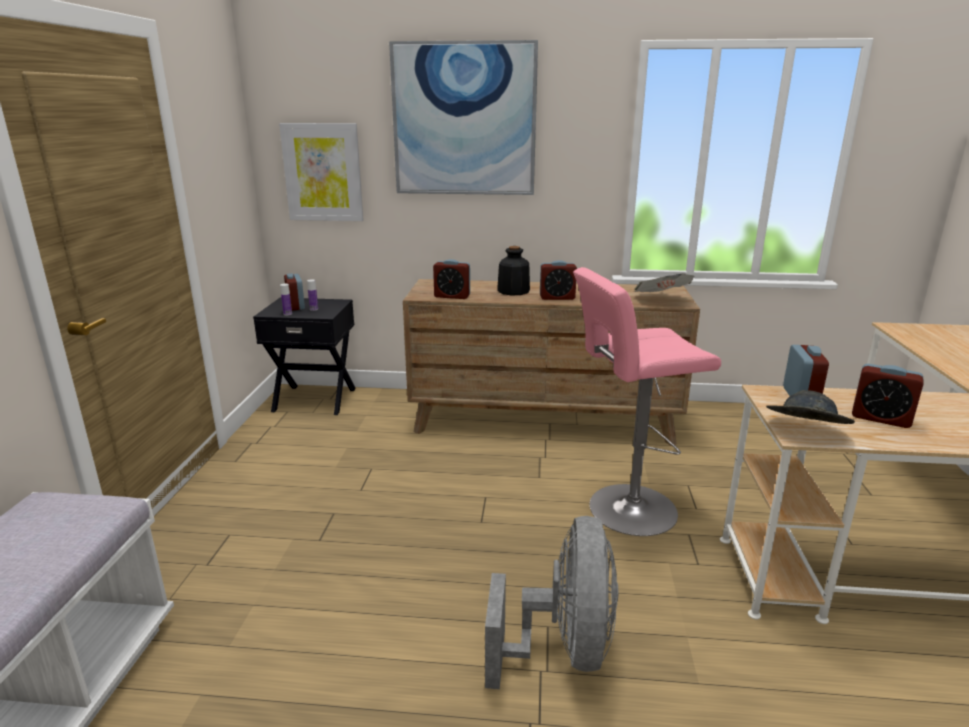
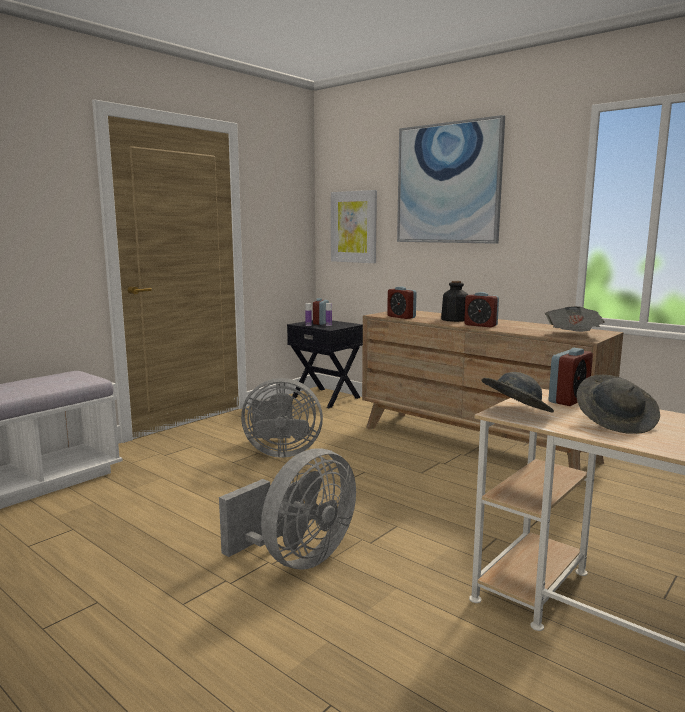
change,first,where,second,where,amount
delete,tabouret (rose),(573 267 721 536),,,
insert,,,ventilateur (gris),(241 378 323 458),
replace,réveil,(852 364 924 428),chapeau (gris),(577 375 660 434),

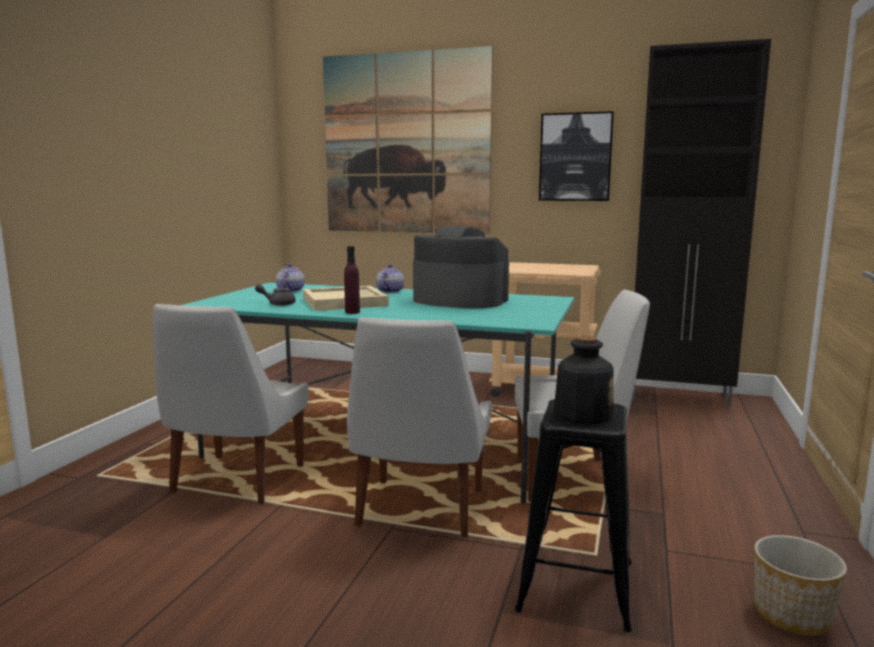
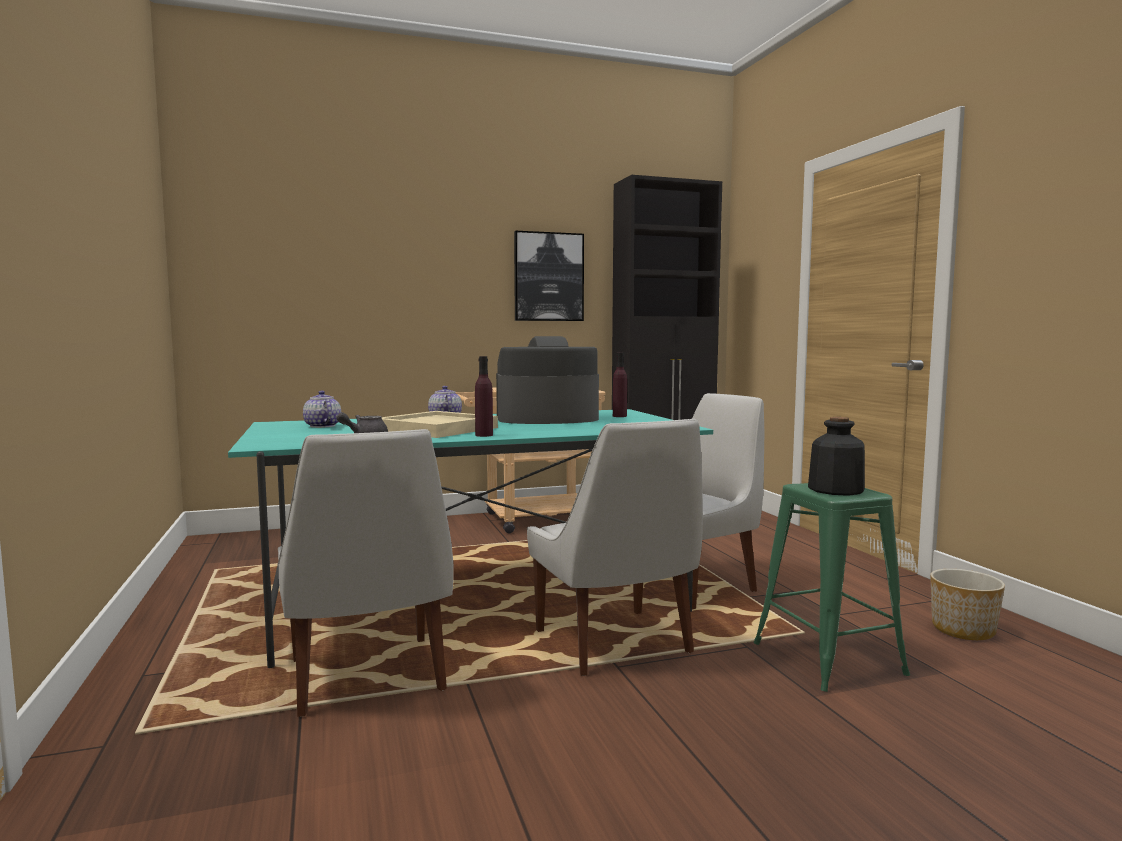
change,first,where,second,where,amount
delete,tableau,(323 46 493 234),,,
insert,,,bouteille (violet),(613 352 627 417),
recolor,tabouret (noir),(515 399 632 632),tabouret (vert),(754 483 910 692),

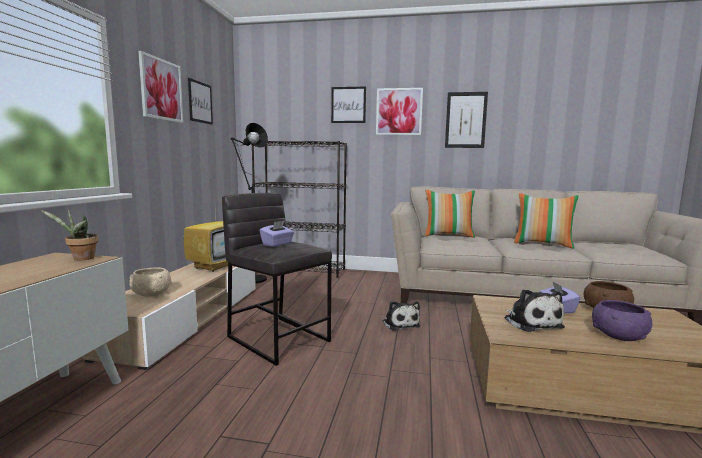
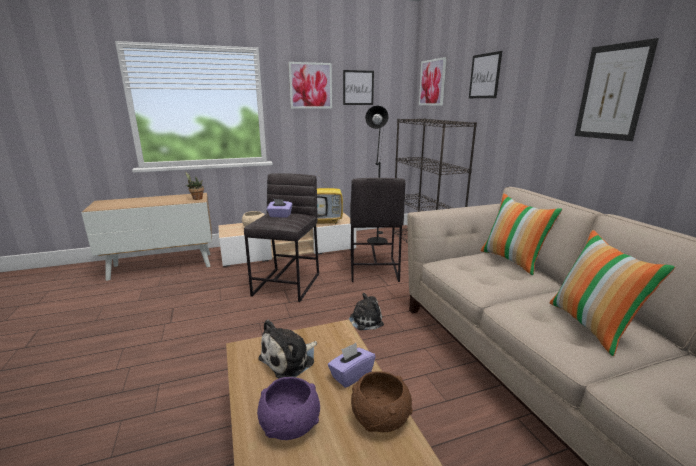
change,first,where,second,where,amount
insert,,,tabouret (gris),(350 178 405 282),
move,tableau,(376 88 423 135),,(419 57 447 106),
rotate,peluche,(383 301 420 331),,(348 293 384 330),150 degrees counterclockwise

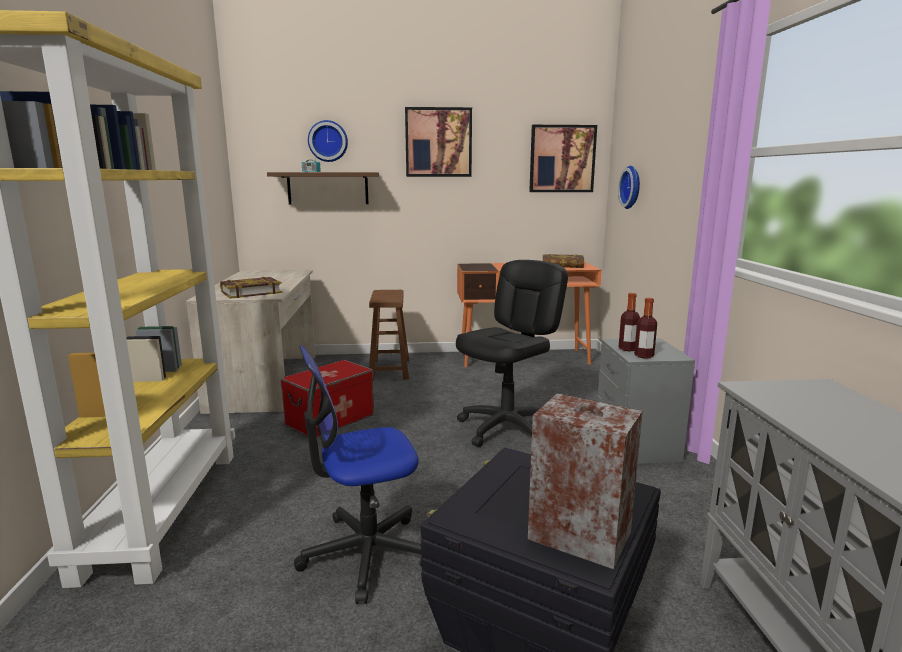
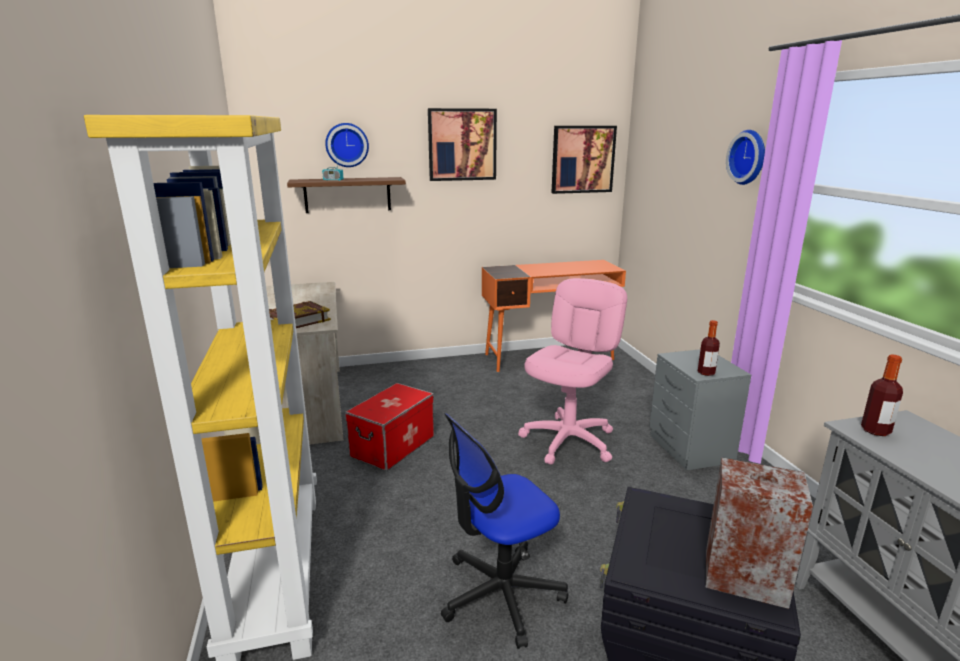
change,first,where,second,where,amount
delete,tabouret (marron),(369 290 409 380),,,
delete,livre,(543 254 584 268),,,
move,horloge murale,(618 166 640 209),,(726 130 765 185),
move,bouteille,(618 293 640 351),,(861 354 903 436),
recolor,chaise de bureau (noir),(456 260 568 447),chaise de bureau (rose),(518 278 627 465),

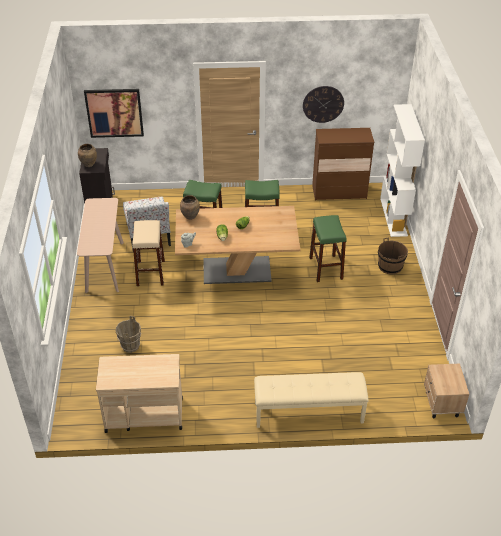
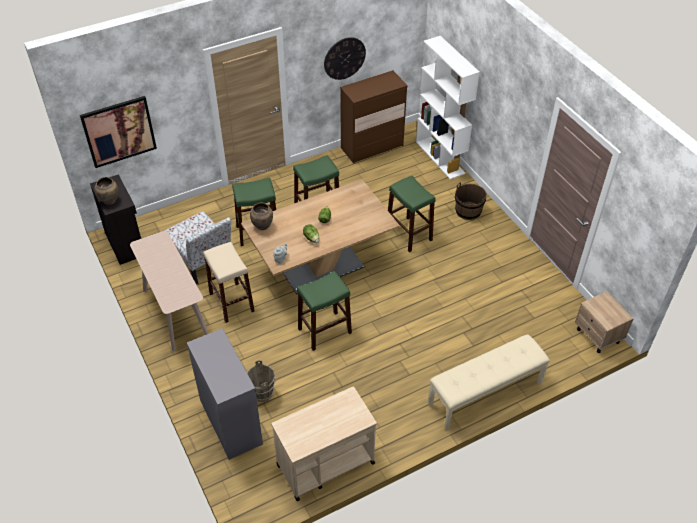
change,first,where,second,where,amount
insert,,,commode (gris),(187 328 263 460),
insert,,,tabouret (vert),(297 271 352 351),

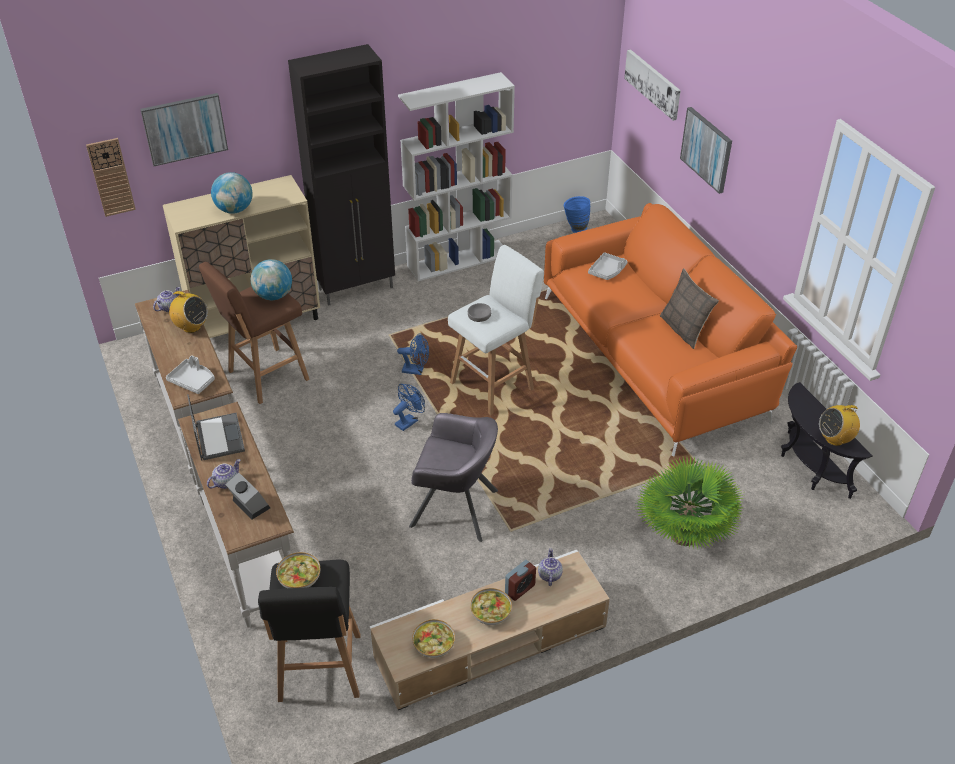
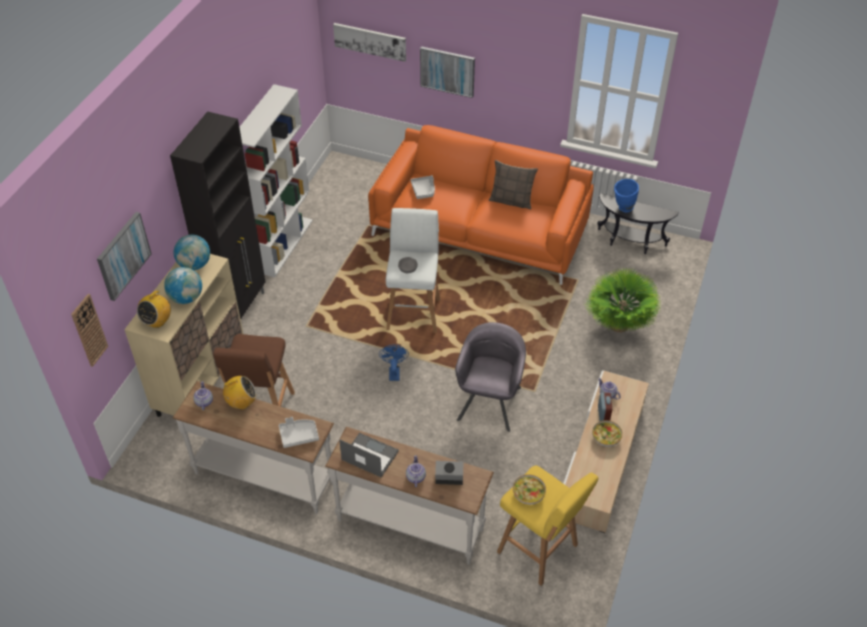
change,first,where,second,where,amount
delete,ventilateur (bleu),(397 333 429 375),,,
delete,bol,(412 619 455 658),,,
move,globe,(251 259 292 300),,(174 234 210 270),
move,vase (bleu),(564 196 590 233),,(614 179 639 212),
move,radio,(819 402 860 446),,(137 289 171 328),
recolor,tabouret (noir),(258 560 361 702),tabouret (jaune),(497 465 598 586),
rotate,fauteuil (gris),(409 413 498 542),,(455 322 526 432),45 degrees counterclockwise

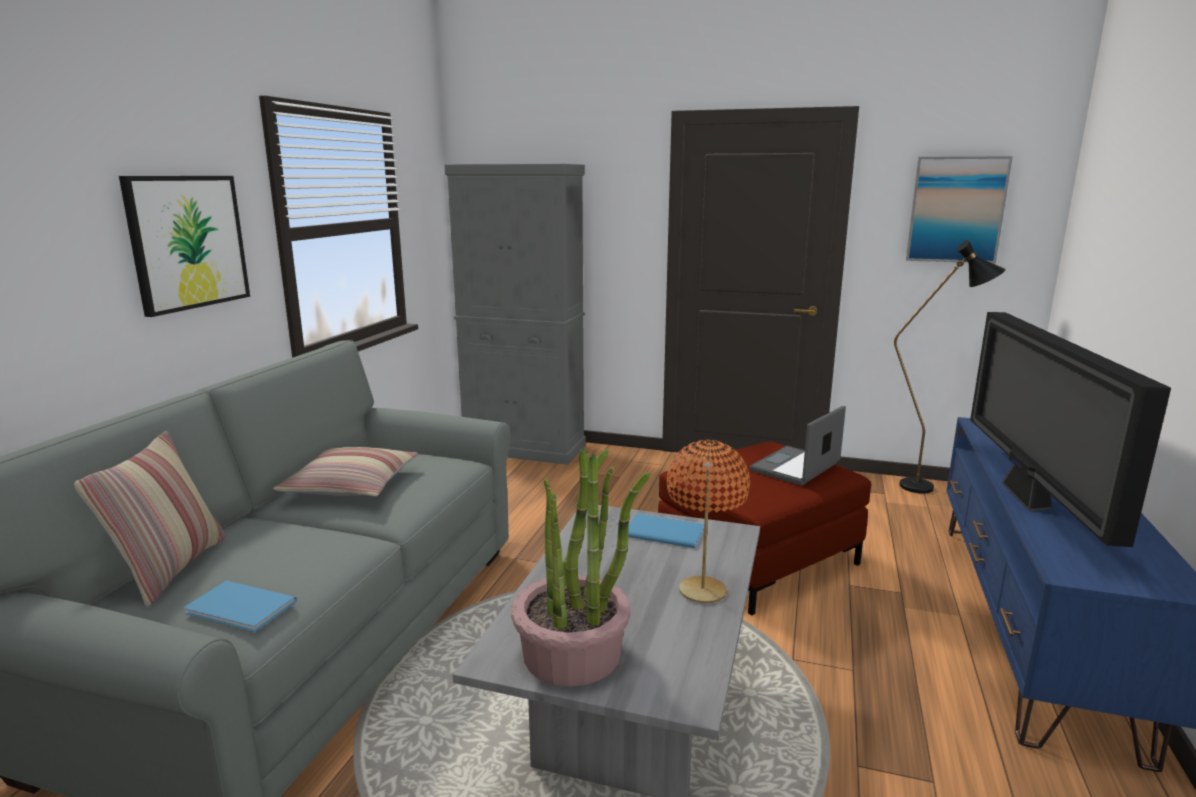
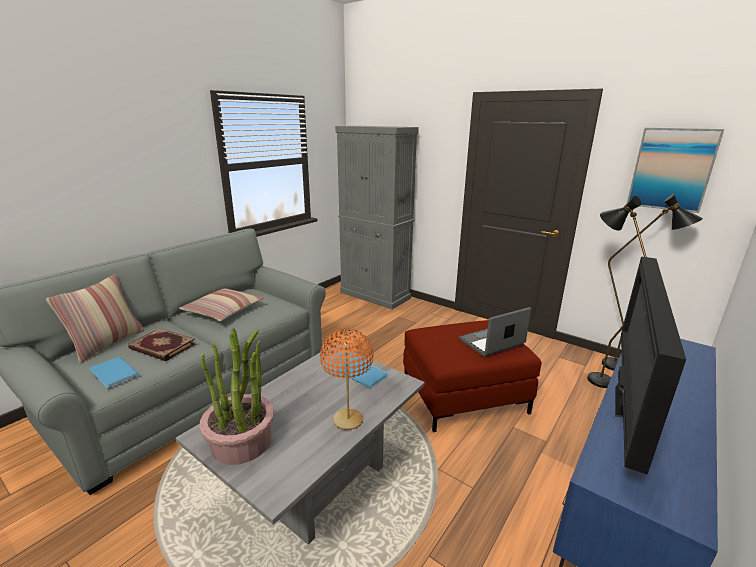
change,first,where,second,where,amount
delete,tableau,(119 176 250 317),,,
insert,,,livre,(128 328 196 361),
insert,,,lampadaire (noir),(587 196 647 388),

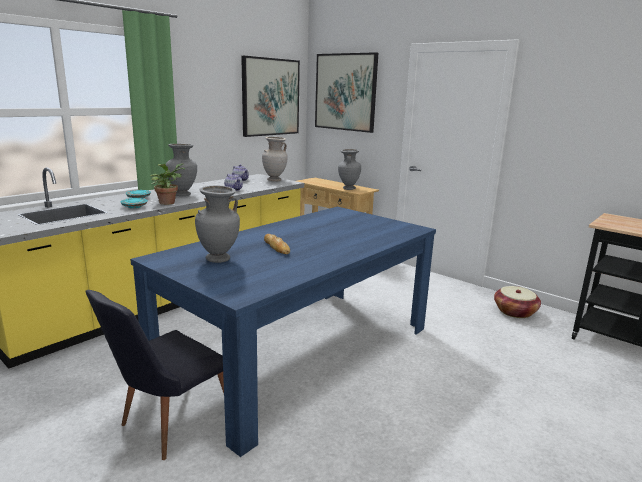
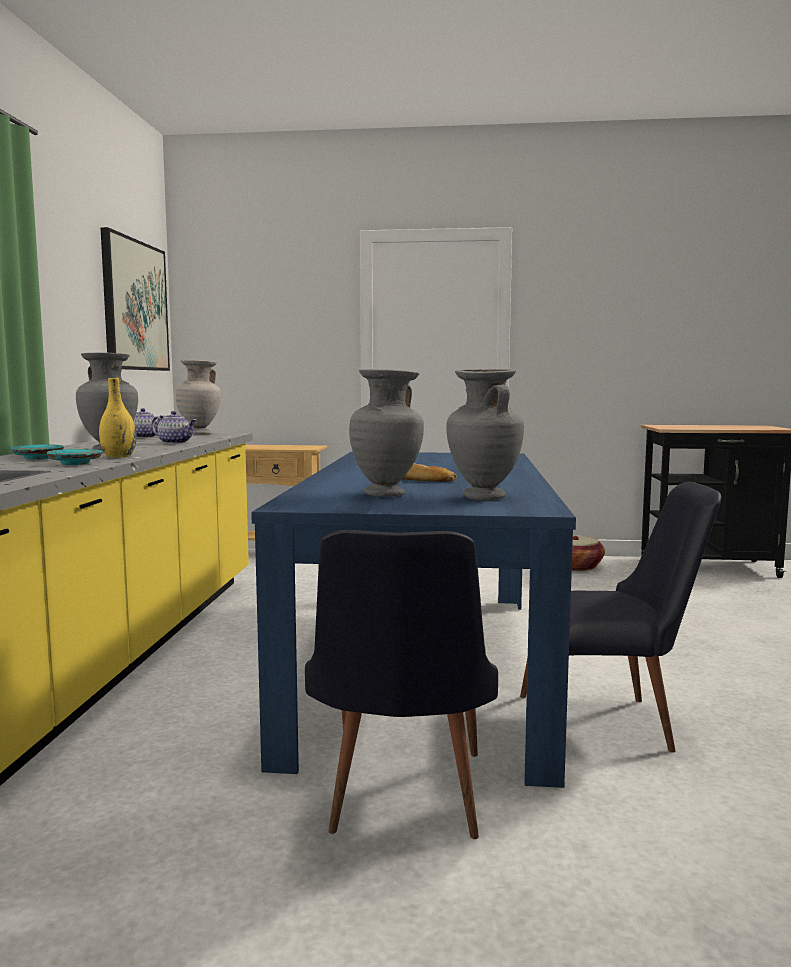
change,first,where,second,where,amount
delete,tableau,(315 52 378 133),,,
insert,,,chaise (noir),(520 482 721 752),
move,vase (gris),(338 149 361 190),,(446 369 524 501),
replace,plante en pot,(150 163 185 205),vase (jaune),(99 378 137 458),

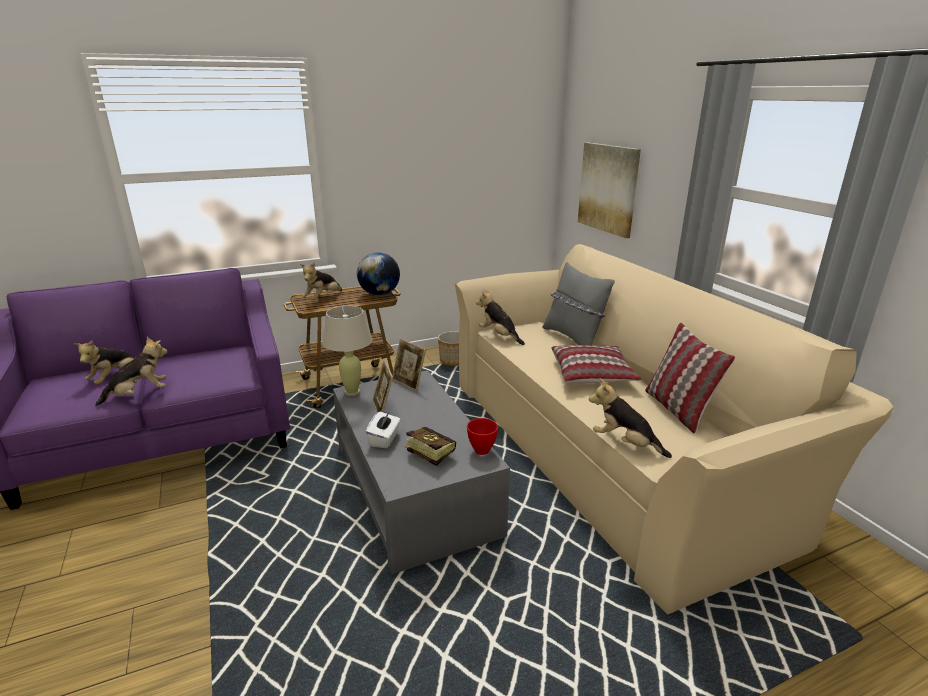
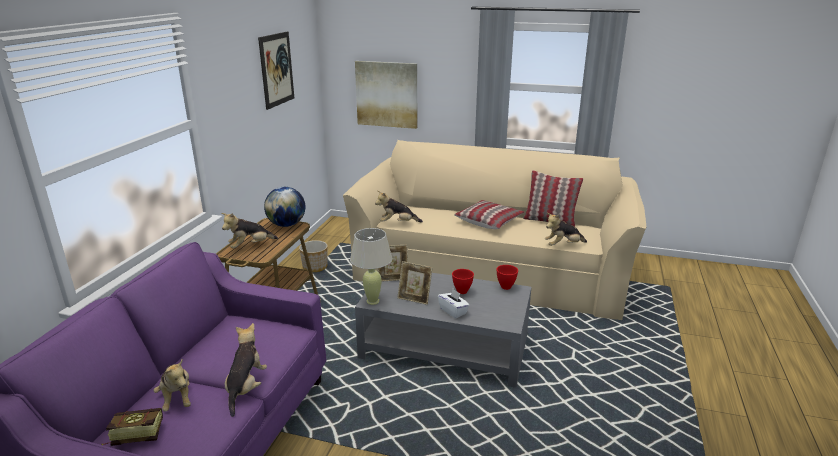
change,first,where,second,where,amount
delete,coussin (gris),(542 262 615 345),,,
insert,,,tableau,(258 31 294 110),
insert,,,bol (rouge),(452 269 474 294),
move,livre,(404 427 456 466),,(101 408 163 446),
rotate,peluche,(300 263 342 300),,(221 213 278 249),75 degrees clockwise

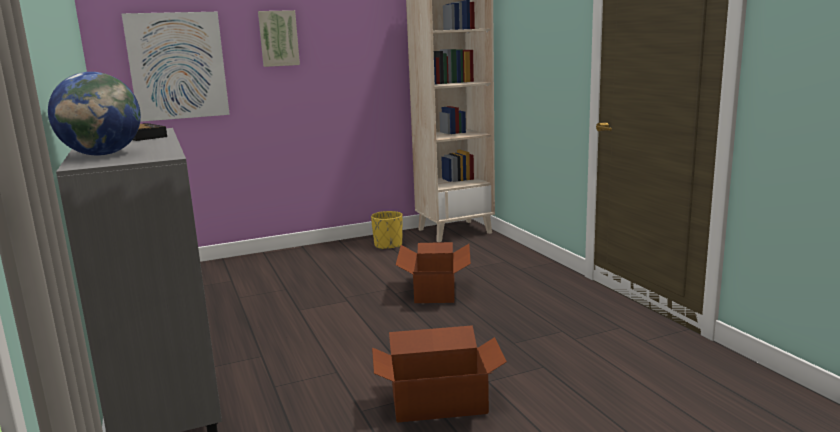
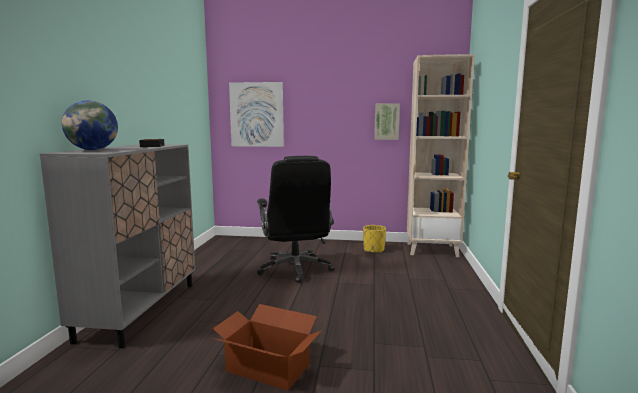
change,first,where,second,where,amount
delete,carton,(396 242 471 303),,,
insert,,,chaise de bureau (noir),(257 156 334 283),
move,tableau,(258 10 300 67),,(374 103 400 140),

